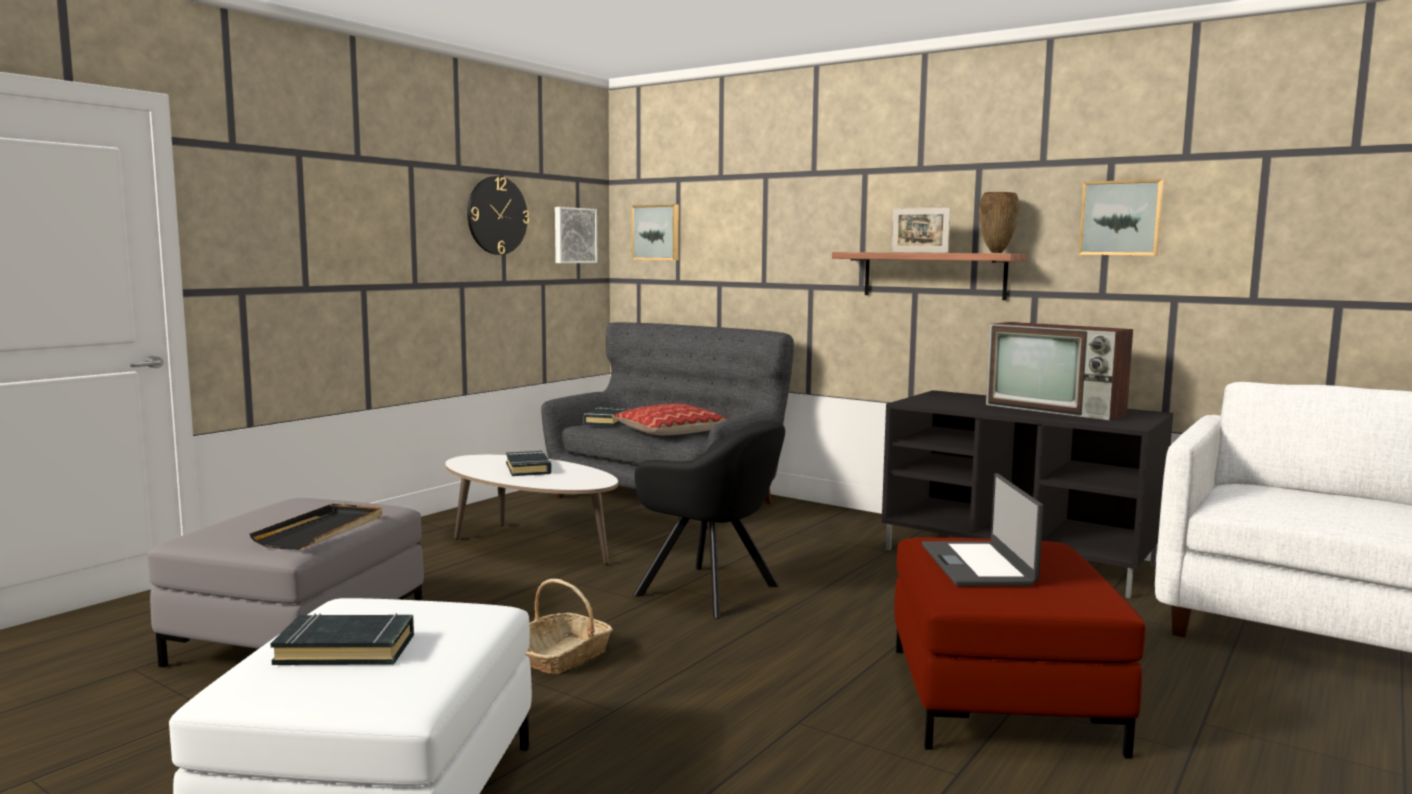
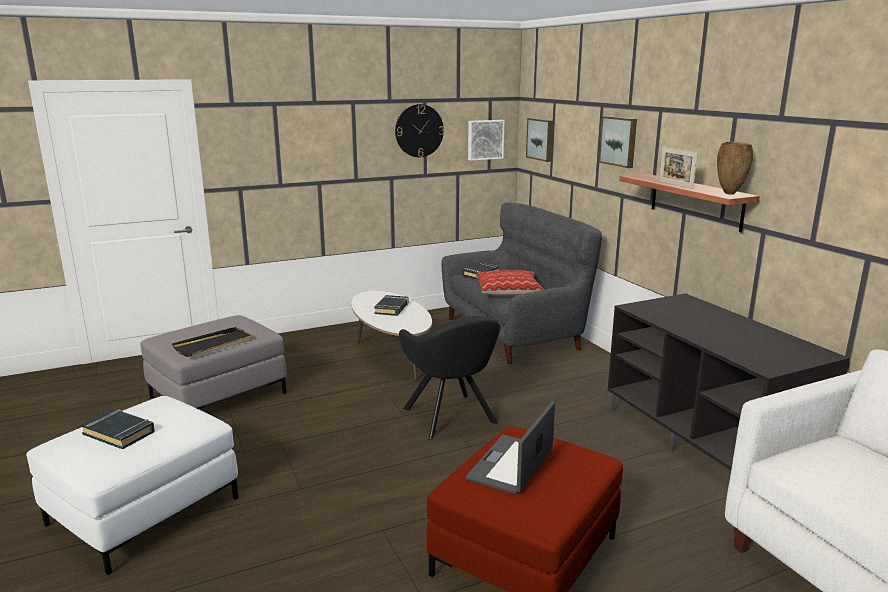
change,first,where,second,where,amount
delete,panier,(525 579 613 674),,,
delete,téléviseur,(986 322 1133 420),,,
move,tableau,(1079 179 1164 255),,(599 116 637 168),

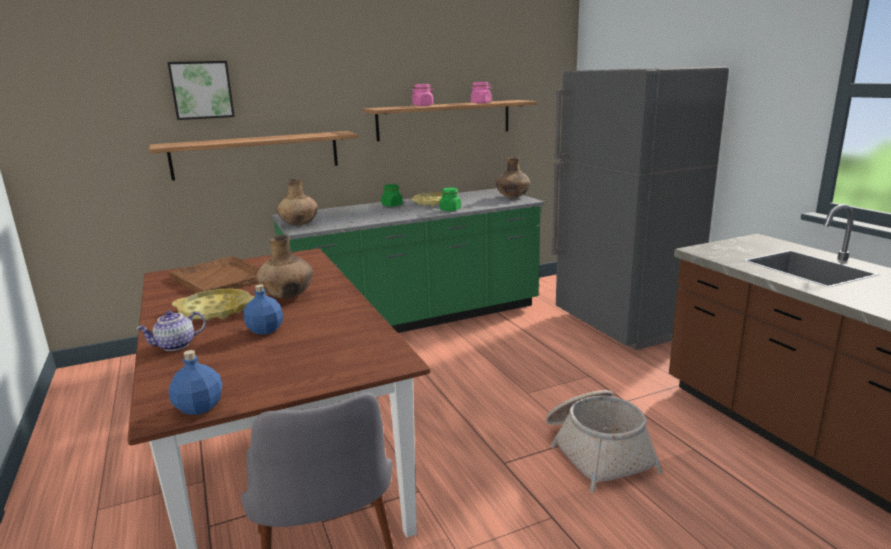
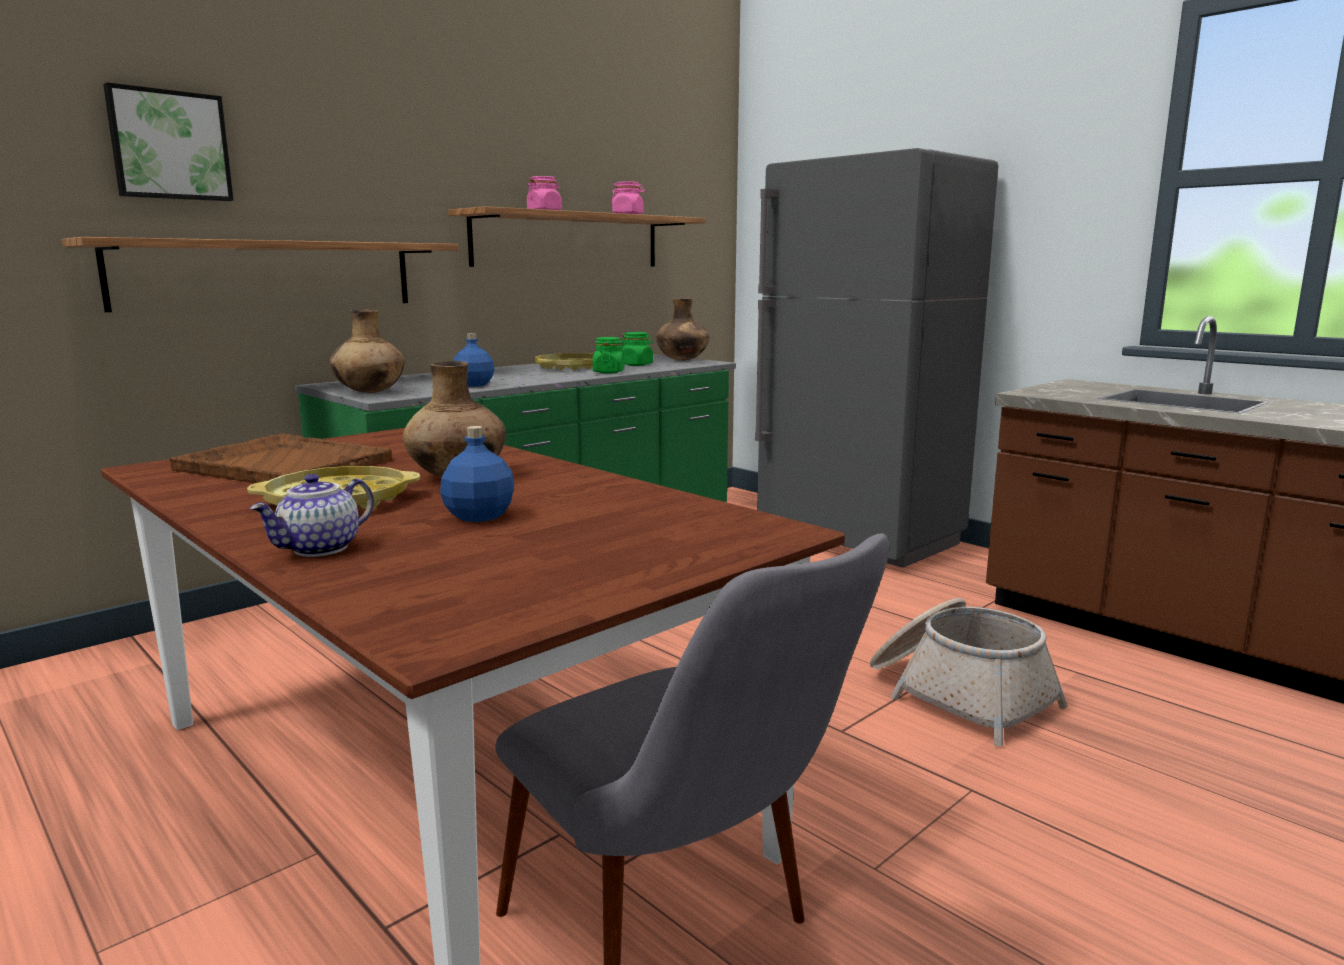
change,first,where,second,where,amount
move,bouteille (bleu),(169 350 222 415),,(453 333 495 387),
move,bocal (vert),(381 184 403 207),,(621 332 653 366),

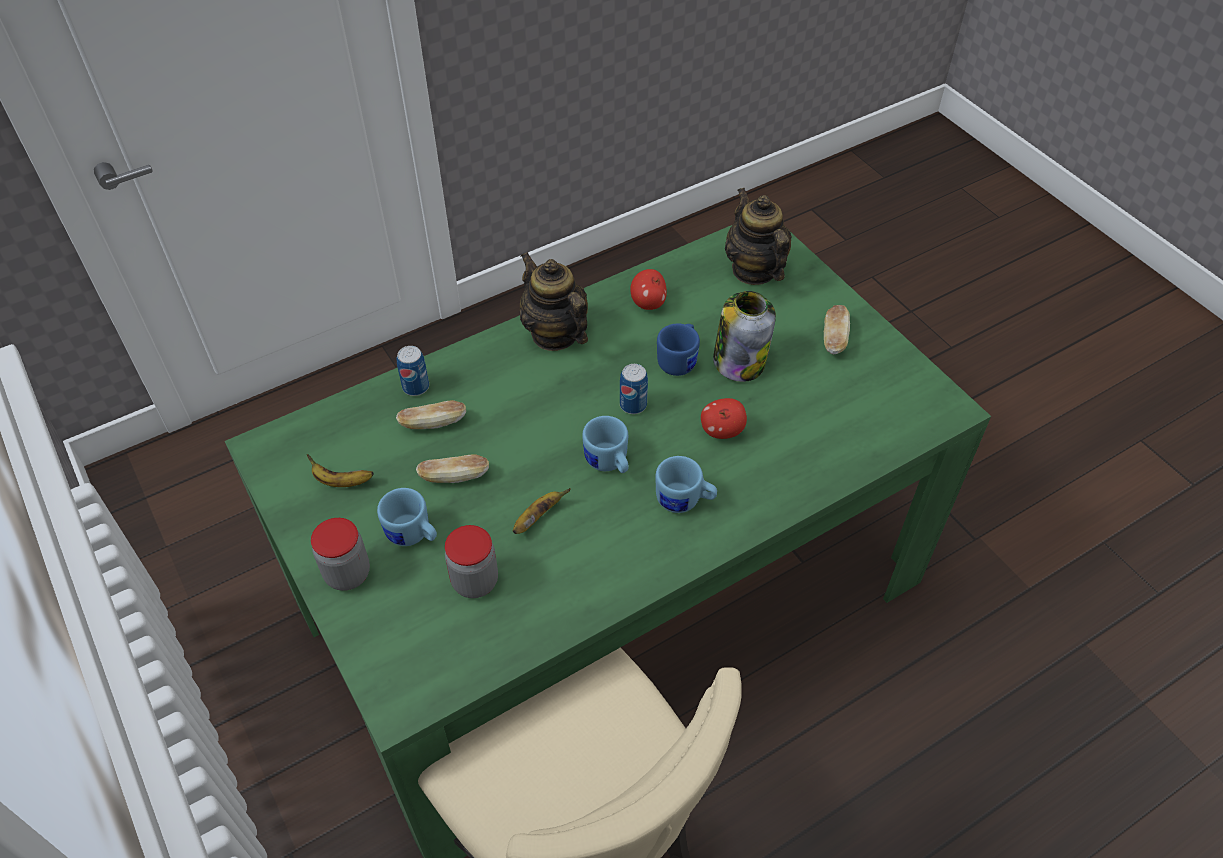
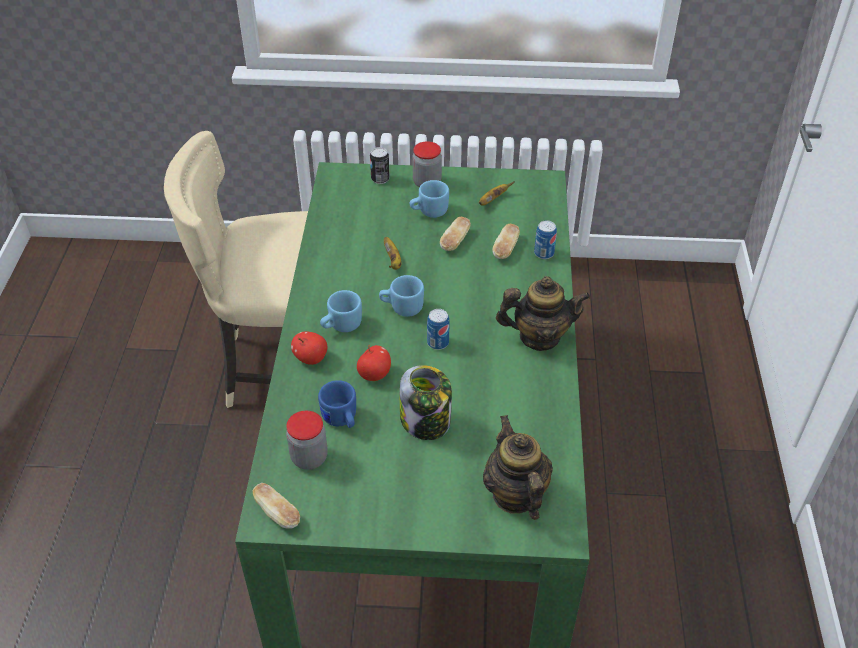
change,first,where,second,where,amount
insert,,,boîte métallique,(370 147 390 184),
move,bocal,(445 525 498 598),,(286 411 328 470),
move,pomme,(630 269 667 310),,(291 332 327 365),
move,mug (bleu),(657 324 700 376),,(318 380 356 428),
move,pain,(824 305 850 354),,(253 483 300 529),
rotate,théière,(725 188 792 285),,(483 415 553 520),120 degrees counterclockwise

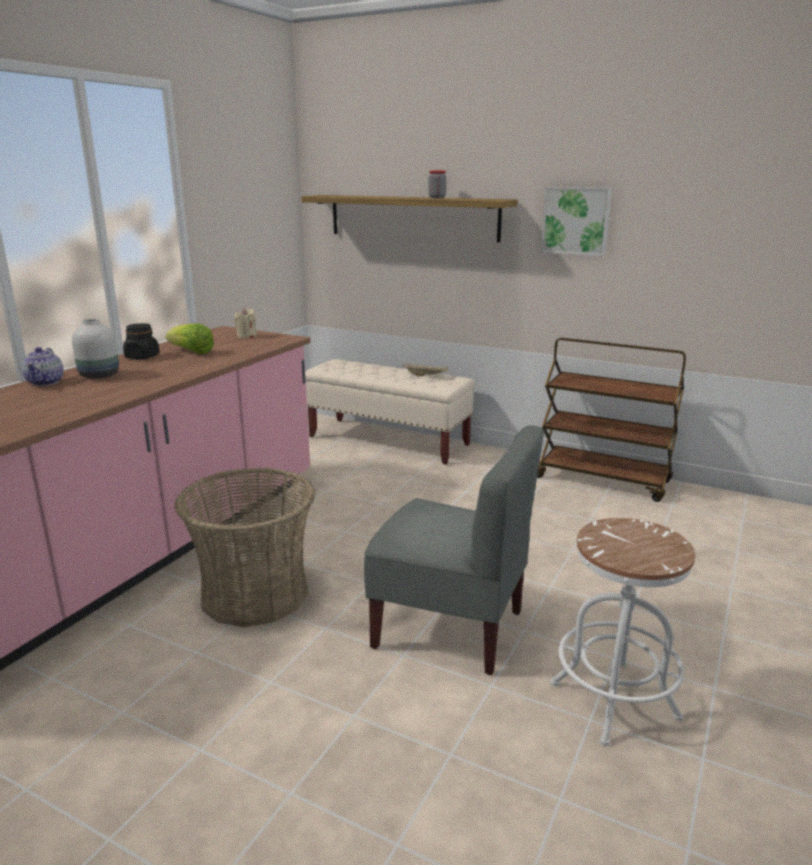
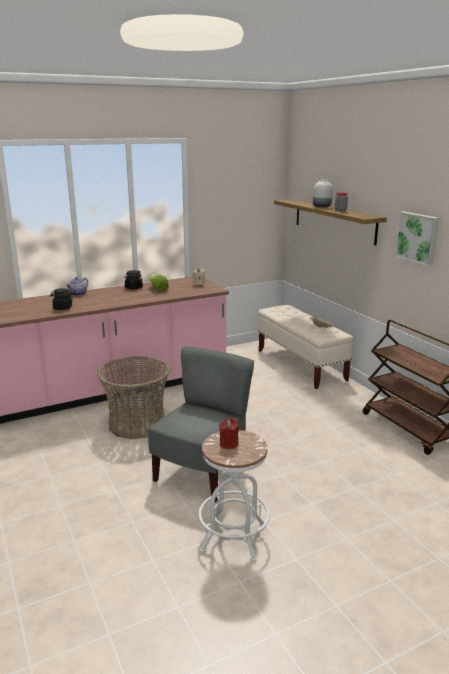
change,first,where,second,where,amount
insert,,,bocal (noir),(50 288 73 310),
insert,,,bougie (rouge),(219 418 239 449),
move,vase (blanc),(72 319 119 379),,(313 179 333 208),
rotate,chaise (gris),(364 425 544 675),,(148 347 254 502),120 degrees counterclockwise

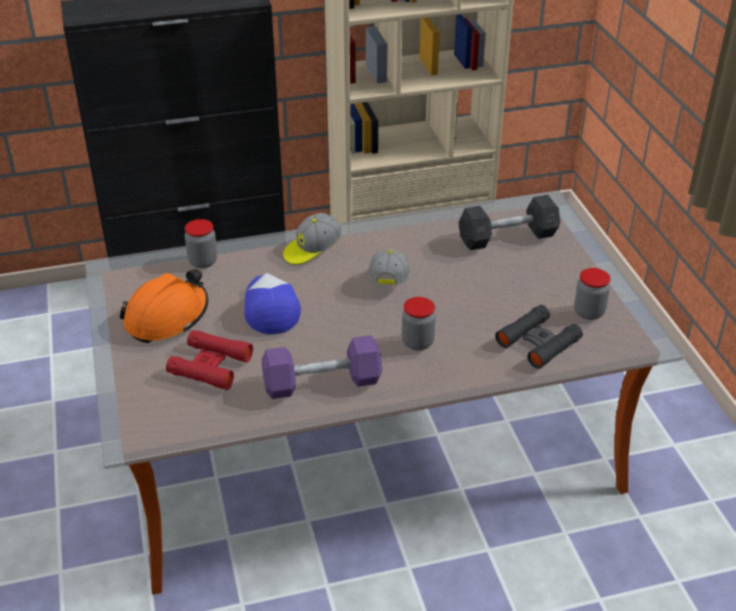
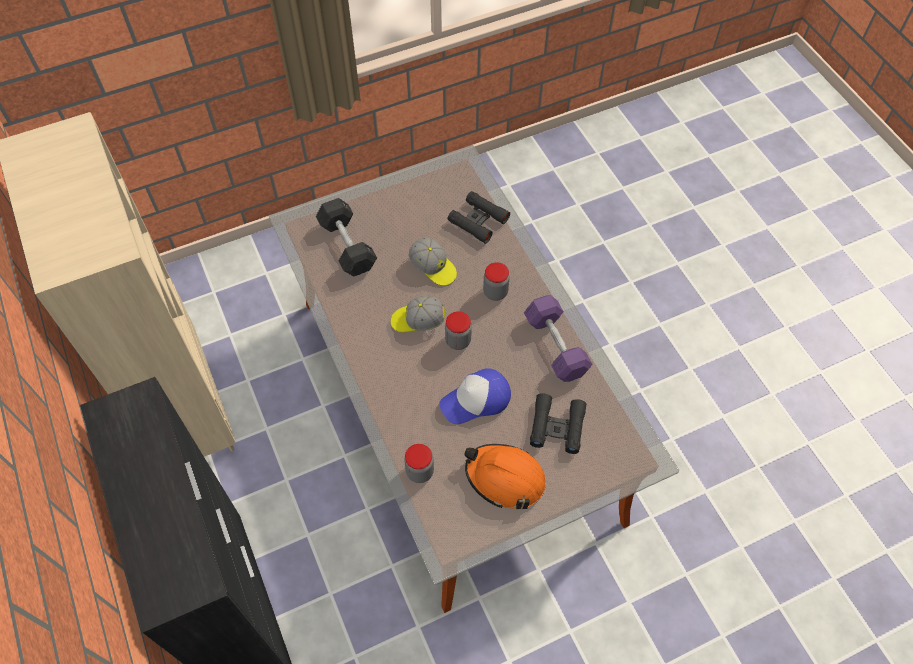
change,first,where,second,where,amount
move,casquette,(283 213 342 265),,(408 237 457 286),
move,bocal,(574 268 611 320),,(445 311 472 350),
recolor,jumelles (rouge),(166 330 253 390),jumelles (noir),(530 393 587 454),

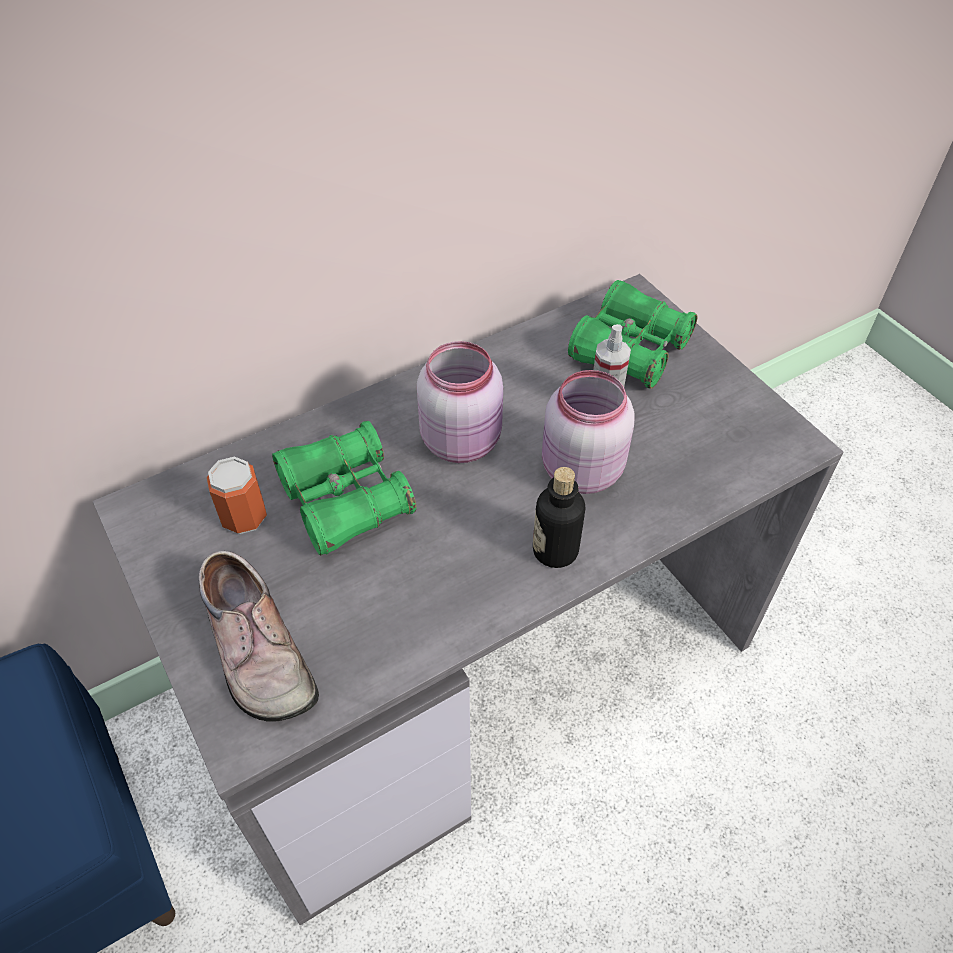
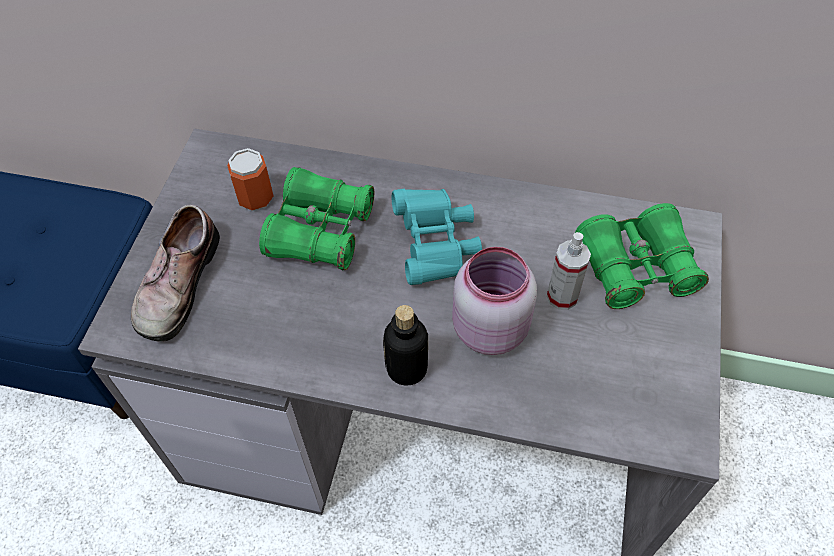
change,first,where,second,where,amount
replace,bocal (rose),(417 341 503 463),jumelles (turquoise),(392 189 482 285),

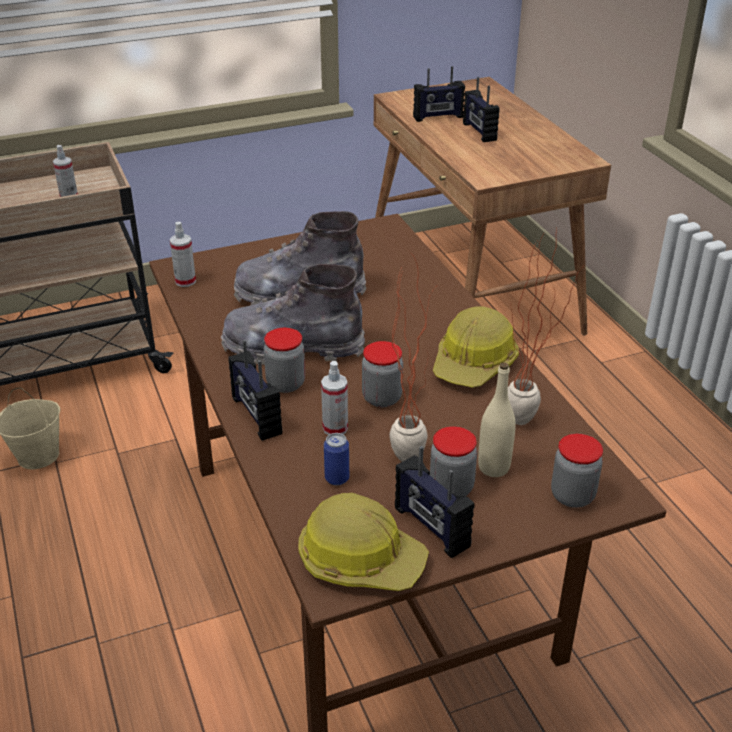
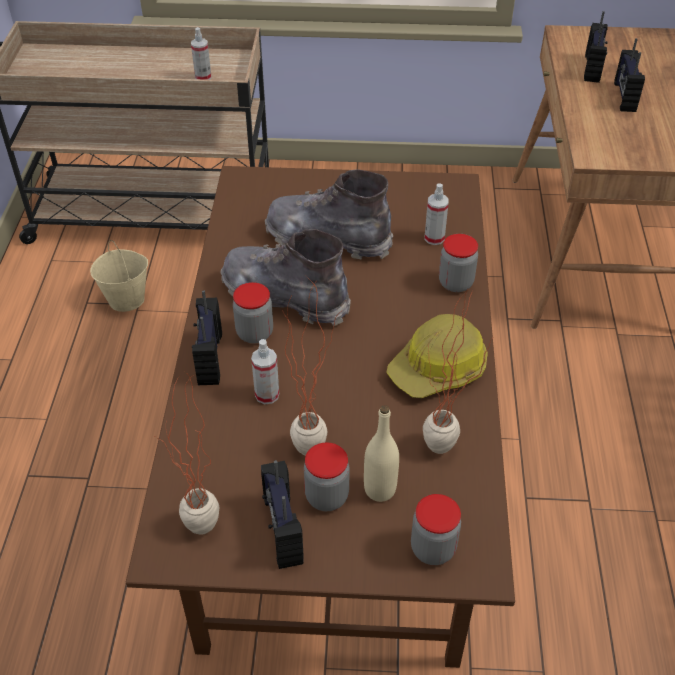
change,first,where,second,where,amount
delete,boîte métallique,(324 433 349 485),,,
move,vaporisateur,(170 222 196 287),,(425 183 449 245),
move,bocal,(362 341 403 407),,(439 234 478 292),
replace,casque de chantier,(299 493 429 591),plante en pot,(156 372 219 535),
rotate,radio,(413 66 465 122),,(584 11 608 83),90 degrees counterclockwise

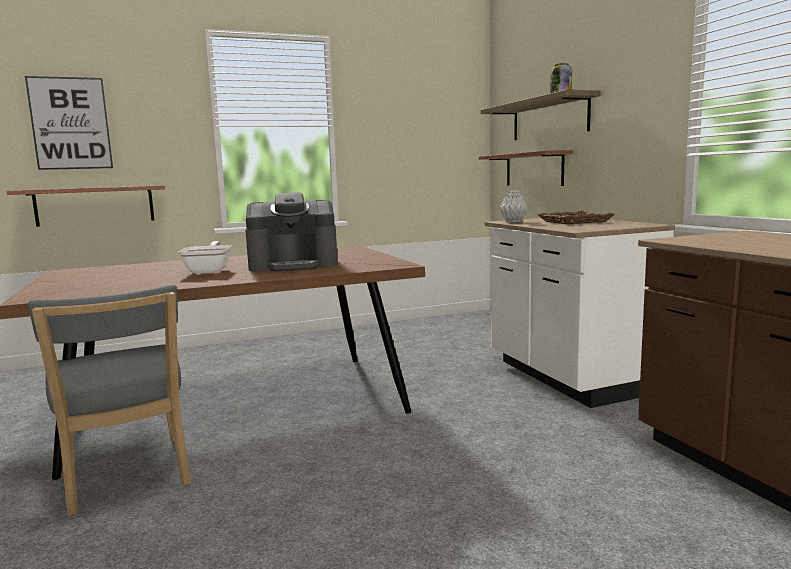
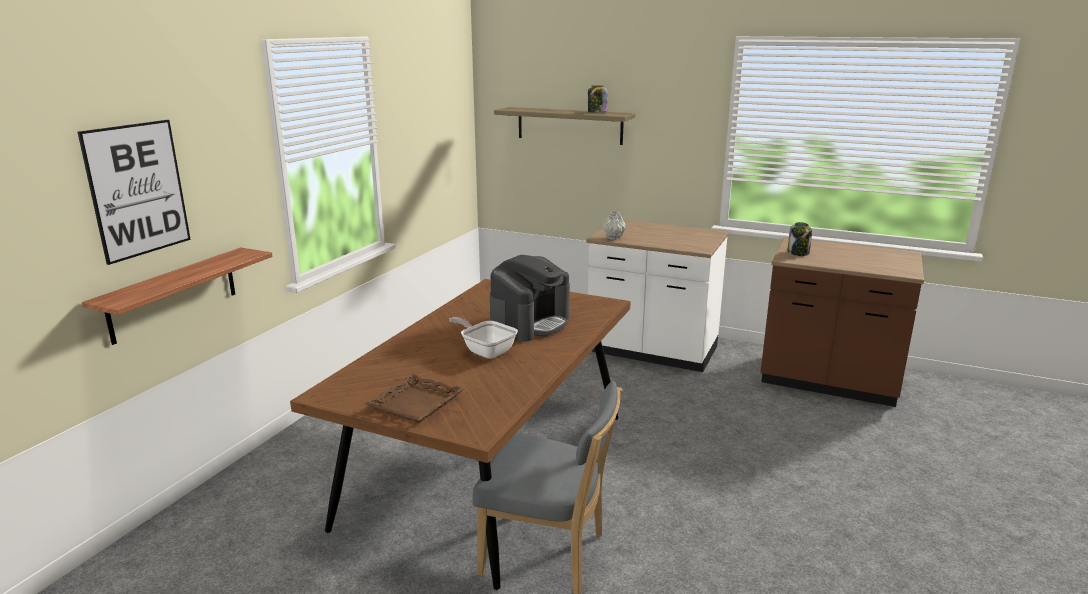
change,first,where,second,where,amount
delete,étagère,(479 150 573 186),,,
insert,,,bocal,(787 222 812 256),
move,plateau (marron),(537 211 615 224),,(365 374 464 423),

